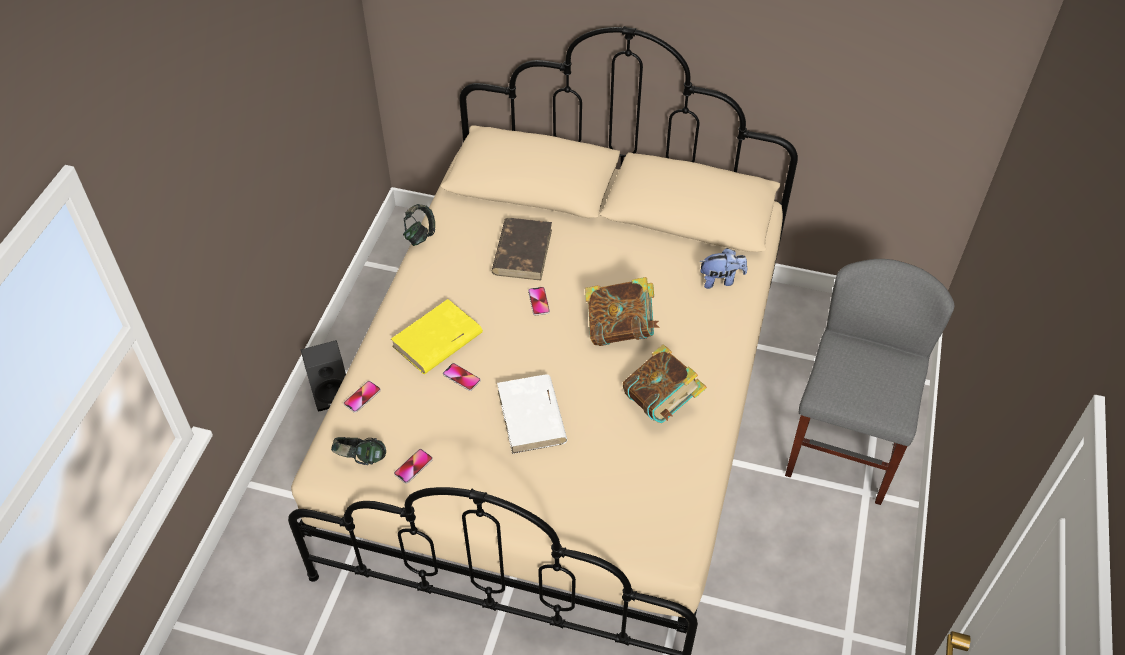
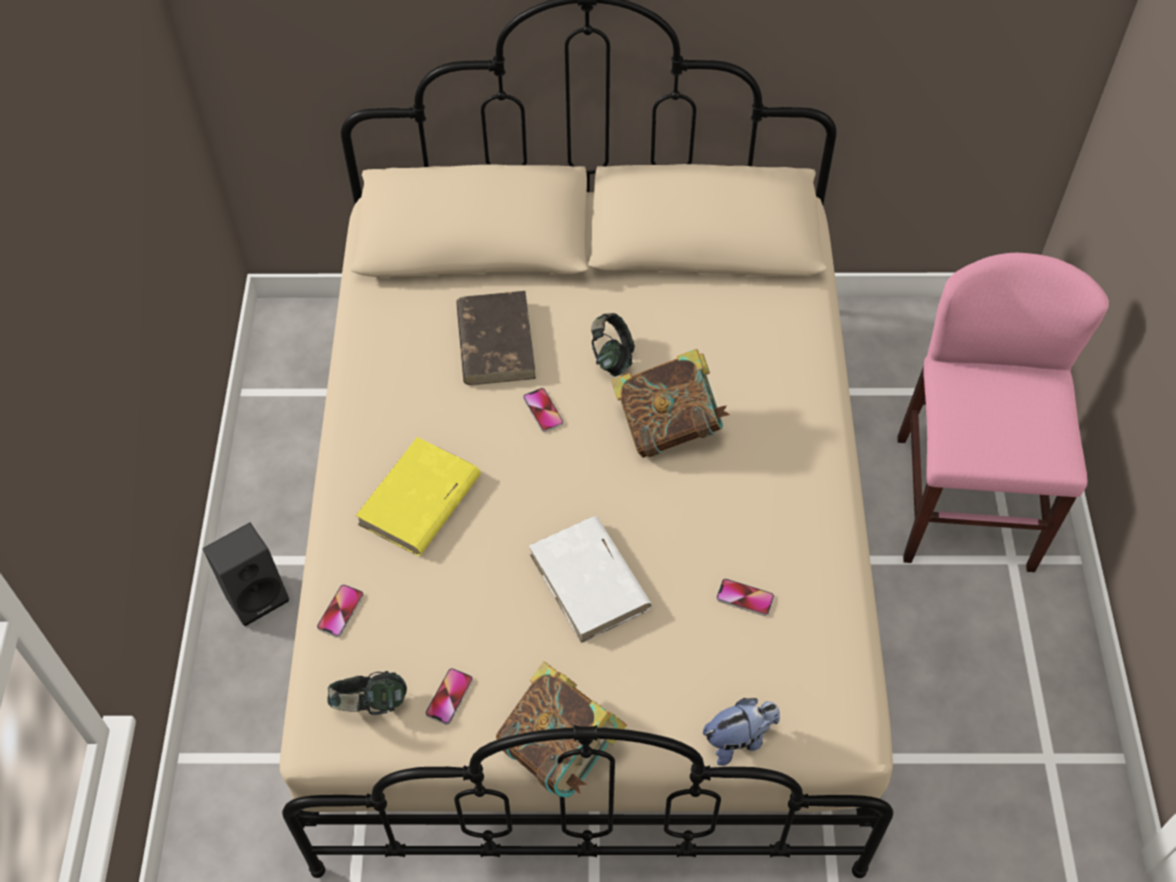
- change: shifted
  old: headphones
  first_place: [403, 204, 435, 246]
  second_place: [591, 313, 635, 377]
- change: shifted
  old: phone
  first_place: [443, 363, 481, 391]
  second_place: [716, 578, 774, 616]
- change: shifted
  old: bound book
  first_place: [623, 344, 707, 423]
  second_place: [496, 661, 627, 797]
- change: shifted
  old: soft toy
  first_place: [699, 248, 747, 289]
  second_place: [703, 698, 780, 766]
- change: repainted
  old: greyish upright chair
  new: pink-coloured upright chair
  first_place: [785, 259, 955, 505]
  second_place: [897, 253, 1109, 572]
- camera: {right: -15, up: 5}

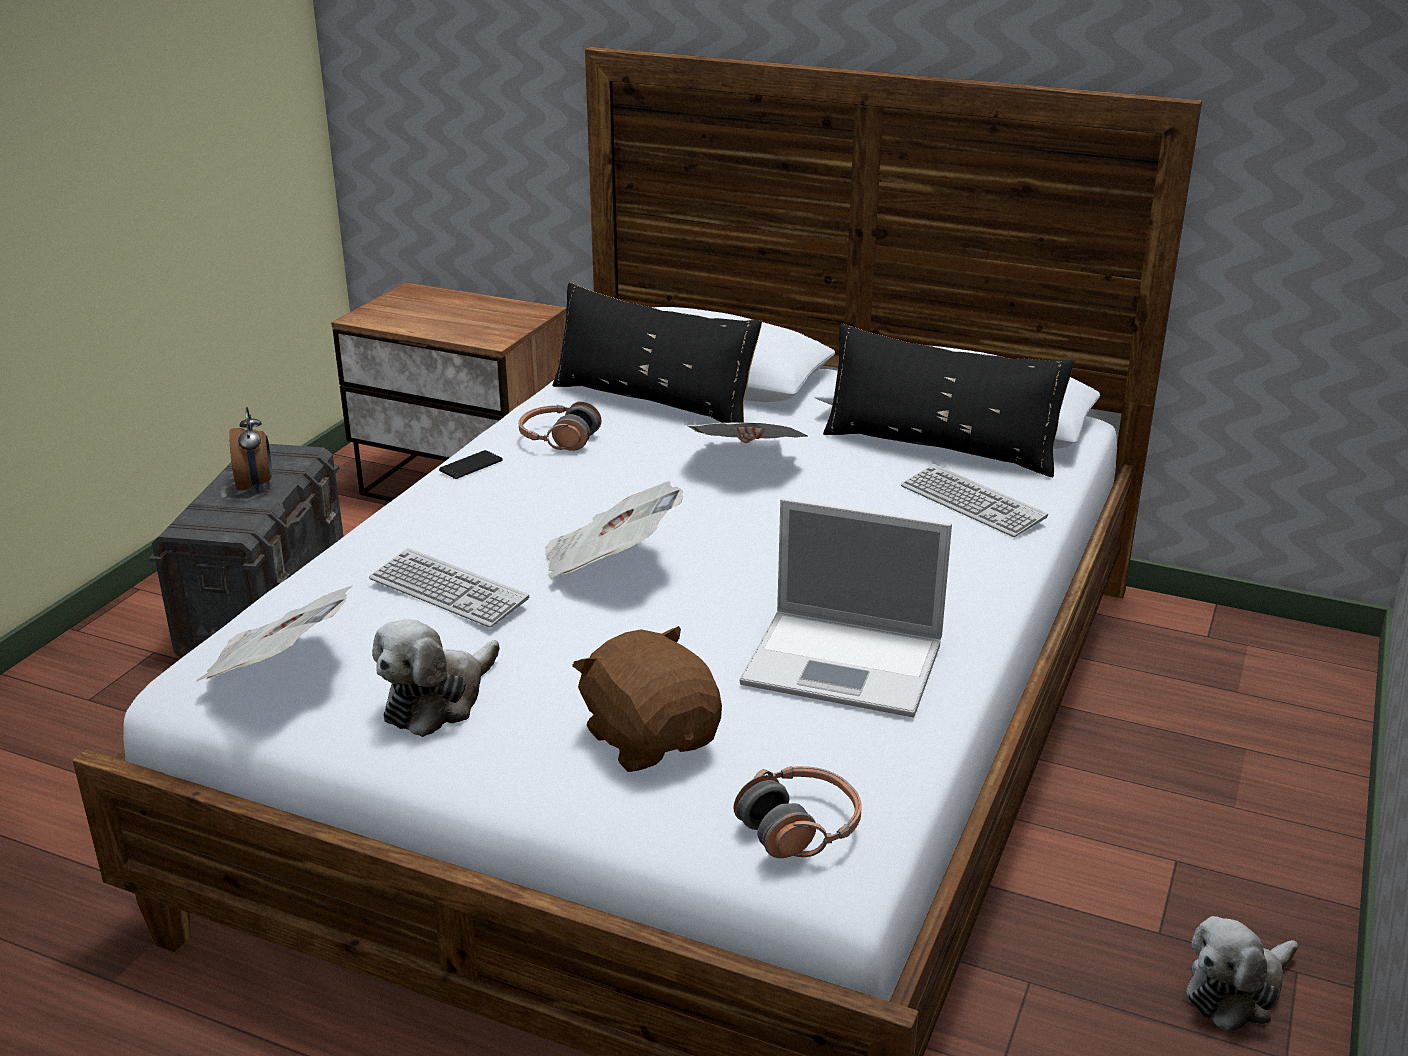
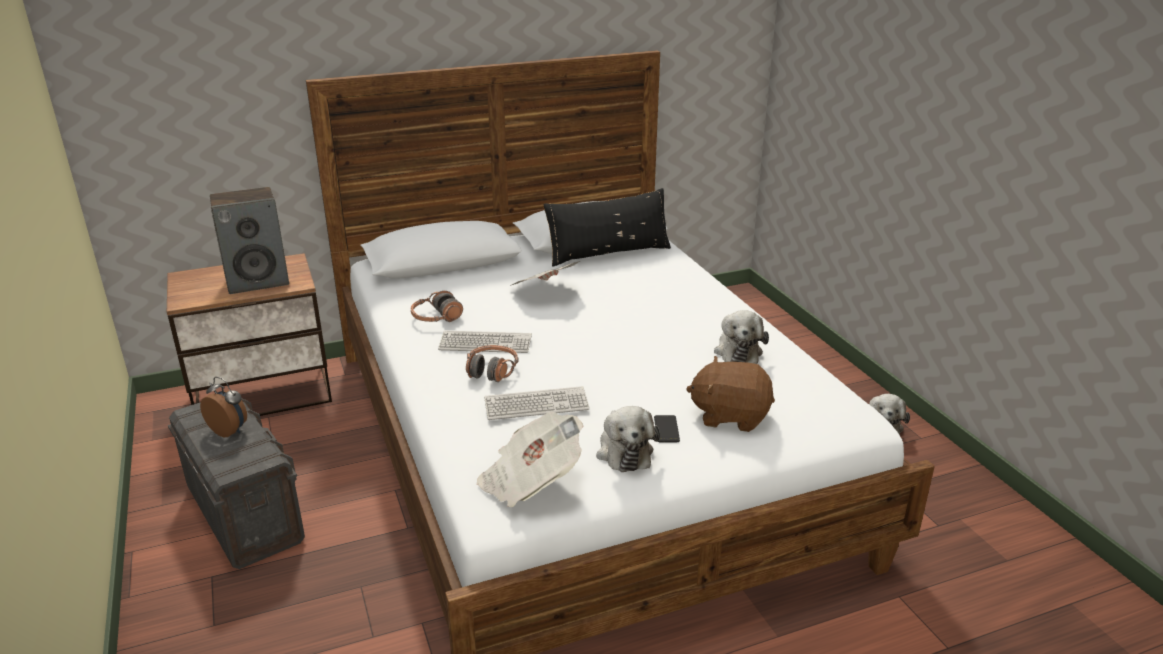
- change: shifted
  old: phone
  first_place: [439, 450, 503, 479]
  second_place: [654, 415, 680, 442]
- change: gone
  old: daily paper
  first_place: [545, 481, 683, 578]
- change: gone
  old: black cushion
  first_place: [552, 283, 762, 423]
- change: shifted
  old: headphones
  first_place: [733, 766, 862, 858]
  second_place: [466, 345, 519, 382]
- change: swapped
  old: portable computer
  new: soft toy
  first_place: [740, 498, 952, 718]
  second_place: [714, 310, 769, 364]
- change: shifted
  old: keyboard
  first_place: [901, 464, 1048, 537]
  second_place: [438, 331, 532, 353]
- change: new
  new: audio speaker
  second_place: [210, 187, 289, 294]
- camera: {right: -45, up: 0}

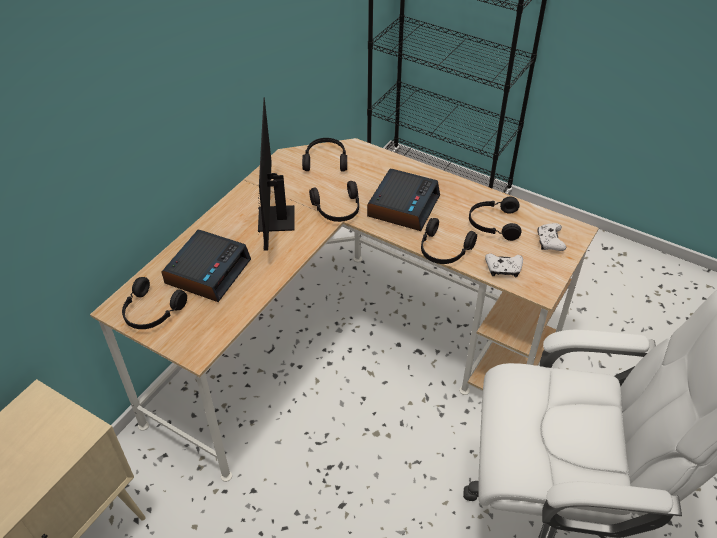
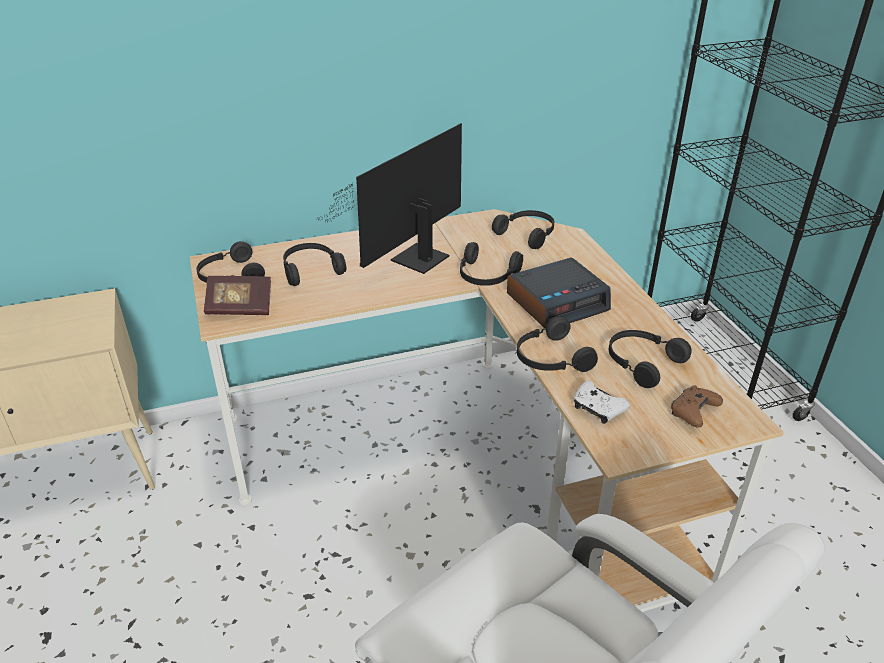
- change: swapped
  old: alarm clock
  new: black headphones
  first_place: [161, 230, 251, 302]
  second_place: [283, 243, 346, 286]
- change: repainted
  old: white-coloured joypad
  new: brown-coloured joypad
  first_place: [537, 223, 566, 251]
  second_place: [671, 385, 723, 428]
- change: new
  new: bound book
  second_place: [204, 276, 271, 315]
- camera: {right: 40, up: -10}

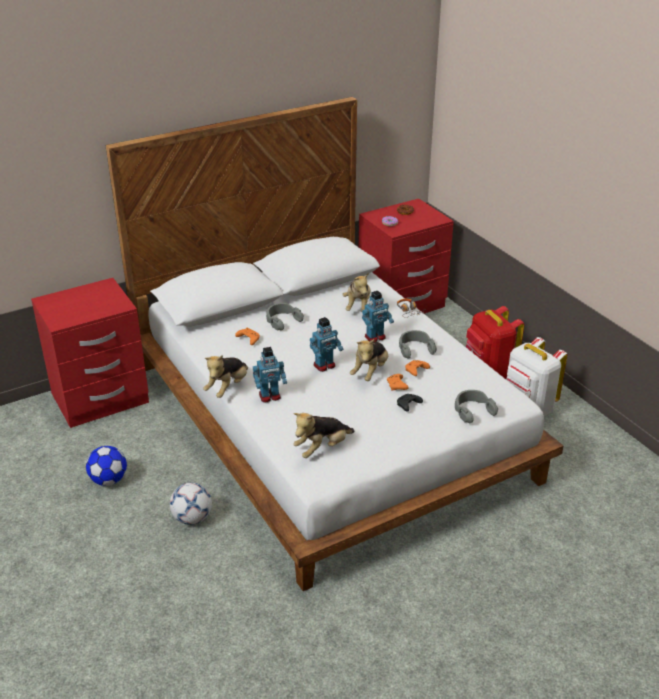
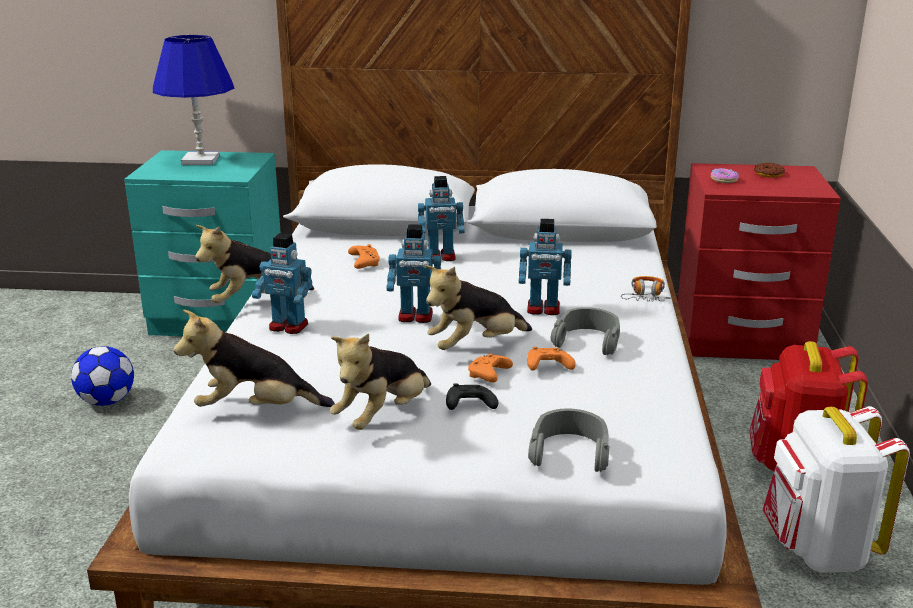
- change: repainted
  old: red-coloured bedside table
  new: turquoise bedside table
  first_place: [31, 278, 149, 428]
  second_place: [124, 150, 281, 336]
- change: gone
  old: football ball
  first_place: [170, 482, 212, 525]
- change: swapped
  old: greyish headphones
  new: toy robot
  first_place: [266, 303, 304, 330]
  second_place: [418, 176, 465, 261]
- change: shifted
  old: soft toy
  first_place: [343, 273, 371, 312]
  second_place: [330, 333, 431, 430]
- change: new
  new: blue-coloured tabletop lamp
  second_place: [153, 35, 234, 165]
- camera: {right: 35, up: -10}

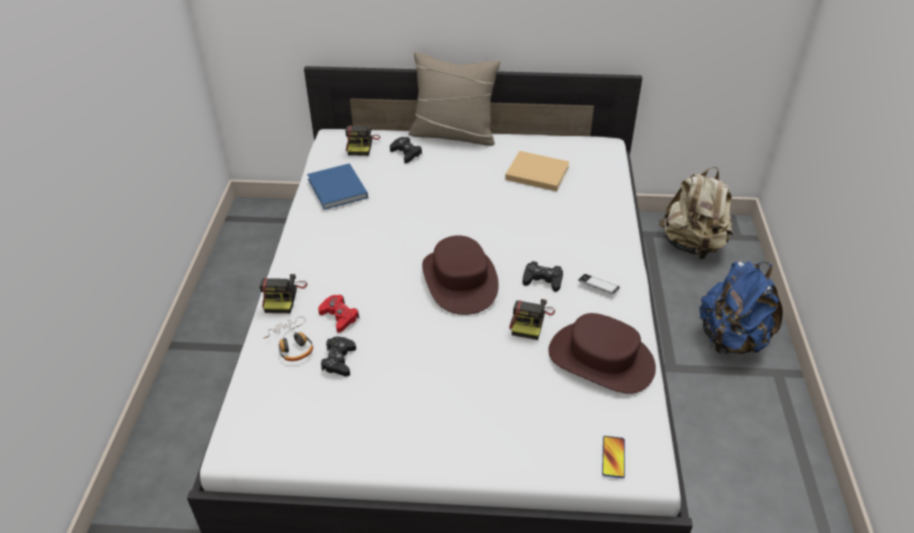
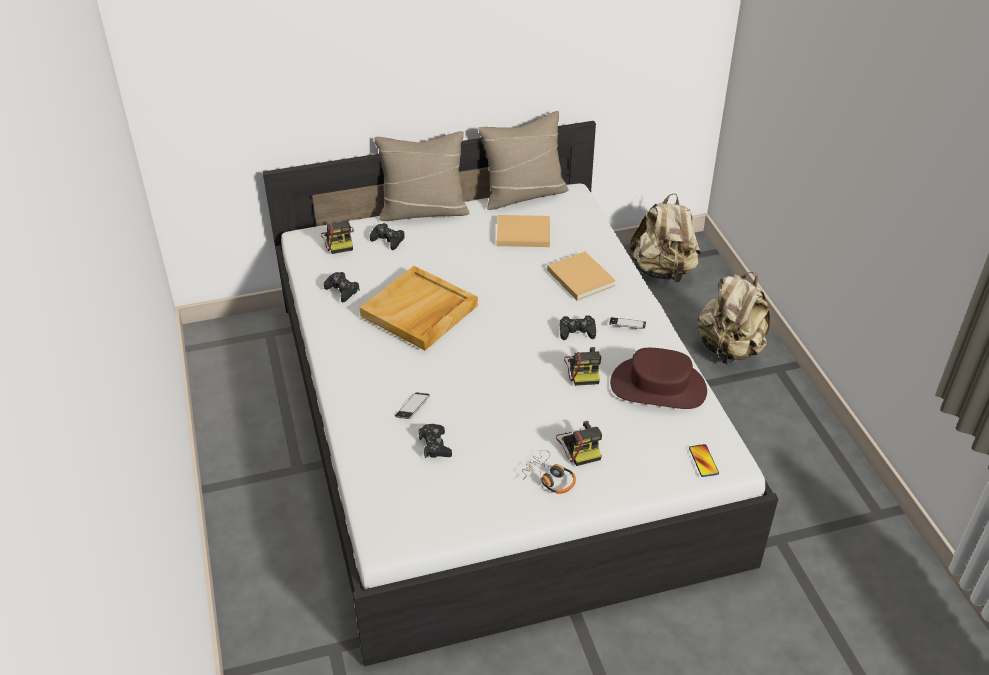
- change: shifted
  old: photo camera
  first_place: [260, 274, 307, 313]
  second_place: [556, 421, 602, 466]
- change: shifted
  old: headphones
  first_place: [263, 316, 313, 361]
  second_place: [522, 450, 576, 494]
- change: swapped
  old: blue-coloured bound book
  new: black joypad
  first_place: [307, 163, 368, 210]
  second_place: [324, 272, 360, 302]
- change: swapped
  old: red-coloured joypad
  new: phone
  first_place: [318, 295, 359, 333]
  second_place: [395, 392, 430, 419]
- change: gone
  old: brown-coloured hat
  first_place: [422, 235, 499, 315]
- change: repainted
  old: blue-coloured rucksack
  new: sand-coloured rucksack
  first_place: [700, 261, 783, 354]
  second_place: [697, 272, 770, 364]
- change: new
  new: sand-coloured tray
  second_place: [360, 266, 478, 351]
- change: new
  new: sand-coloured cushion
  second_place: [478, 111, 569, 210]
- change: new
  new: sand-coloured bound book
  second_place: [547, 251, 616, 301]
- camera: {right: -20, up: 0}

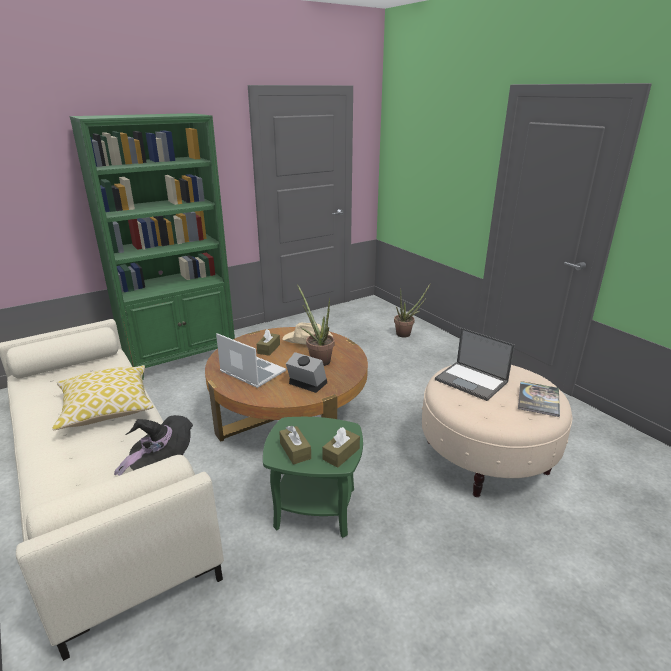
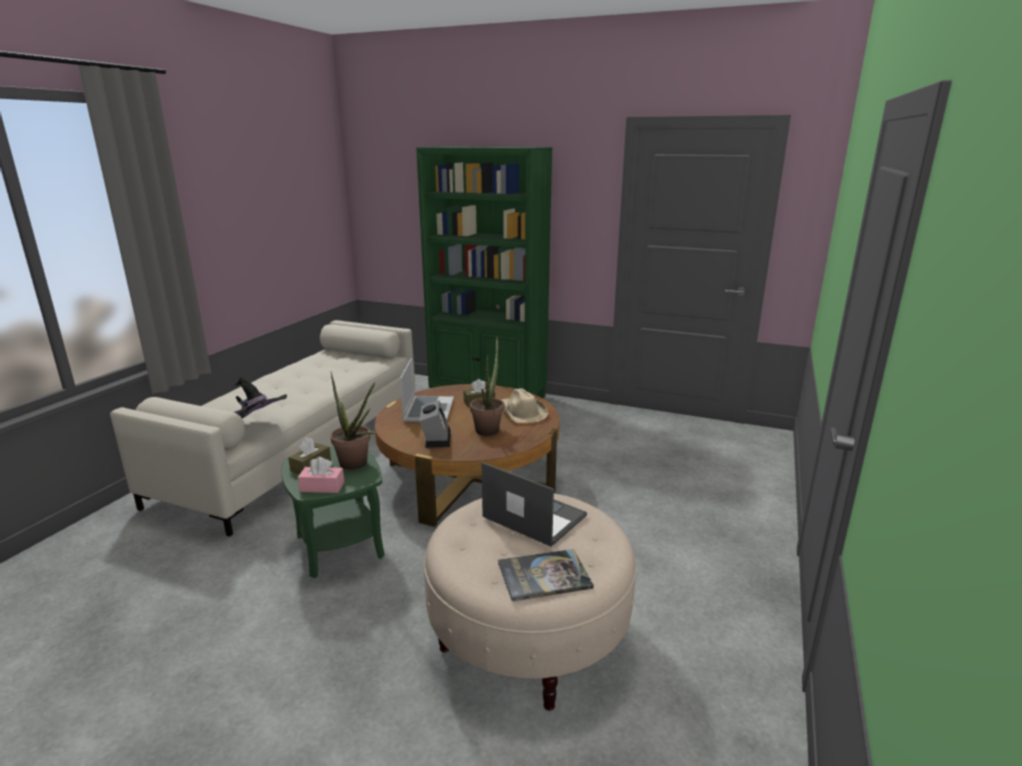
- change: gone
  old: cushion
  first_place: [52, 365, 154, 430]
- change: repainted
  old: brown-coloured tissue holder
  new: pink-coloured tissue holder
  first_place: [322, 427, 360, 468]
  second_place: [298, 457, 344, 493]
- change: shifted
  old: houseplant
  first_place: [394, 283, 431, 337]
  second_place: [330, 372, 377, 470]
- change: rotated
  old: portable computer
  first_place: [435, 328, 515, 401]
  second_place: [482, 462, 587, 547]
  degrees: 120
- camera: {right: 55, up: -5}

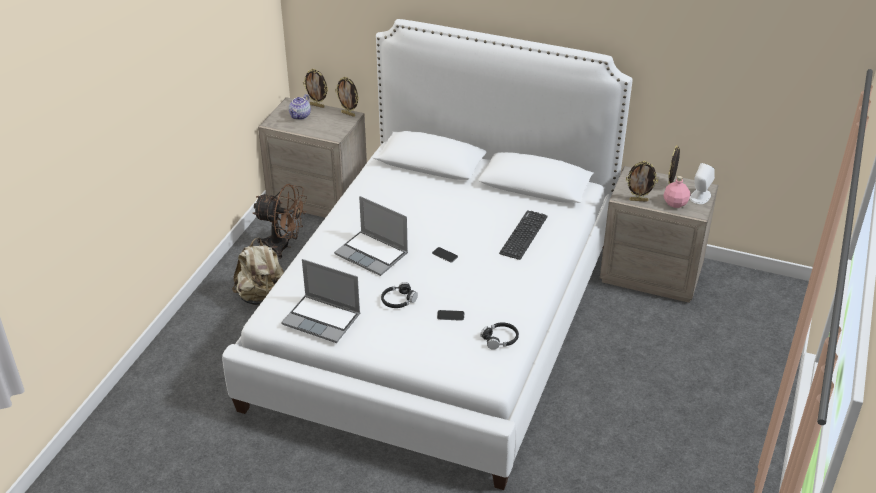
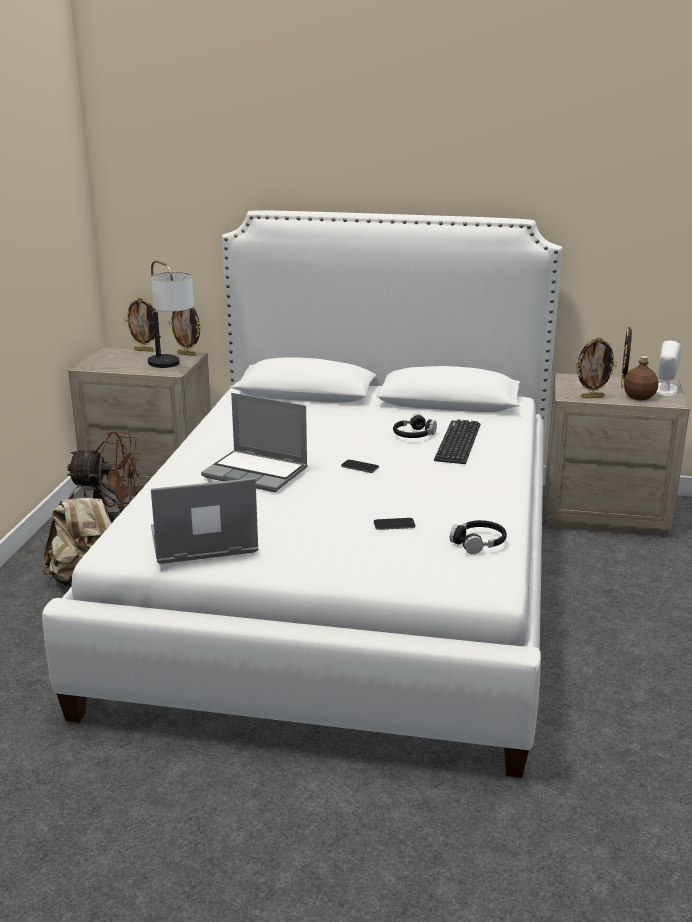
- change: rotated
  old: portable computer
  first_place: [281, 259, 360, 343]
  second_place: [151, 478, 259, 564]
  degrees: 150
- change: gone
  old: tea pot
  first_place: [289, 94, 311, 120]
- change: shifted
  old: black headphones
  first_place: [381, 282, 418, 308]
  second_place: [393, 414, 437, 438]
- change: repainted
  old: pink-coloured beverage bottle
  new: brown-coloured beverage bottle
  first_place: [663, 176, 690, 208]
  second_place: [624, 356, 658, 400]
- change: new
  new: tabletop lamp
  second_place: [148, 260, 194, 368]
- camera: {right: -10, up: -15}

